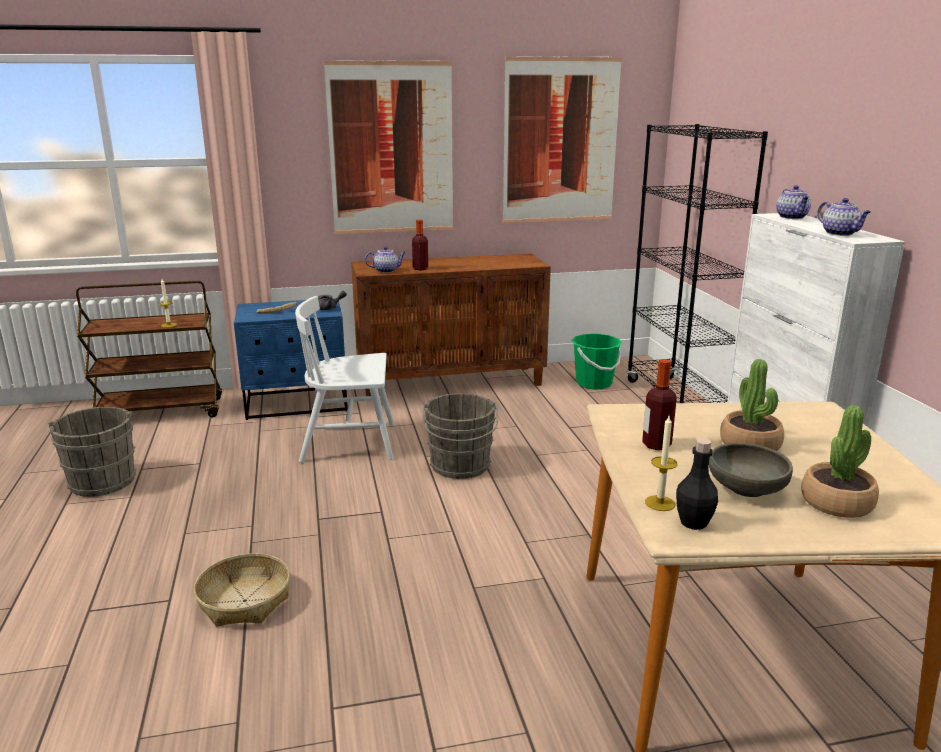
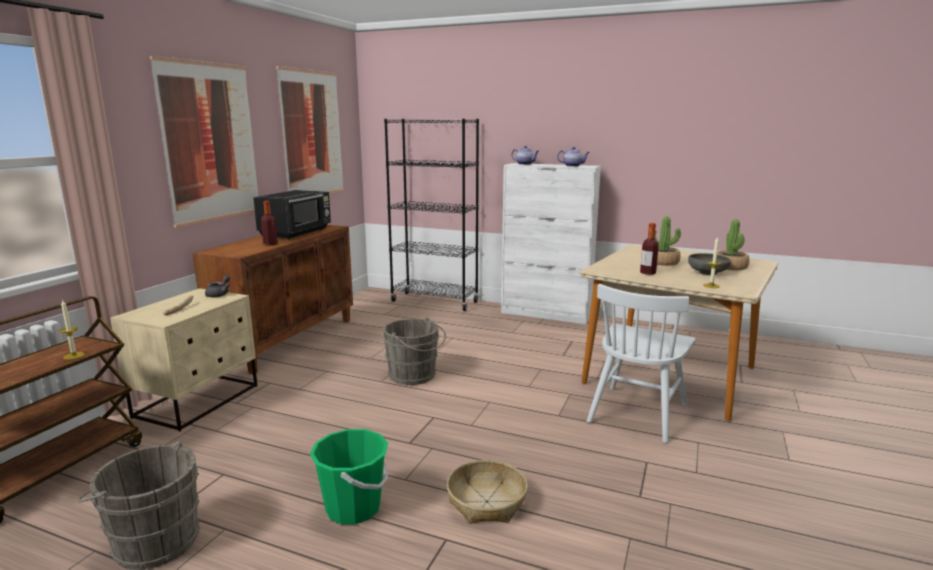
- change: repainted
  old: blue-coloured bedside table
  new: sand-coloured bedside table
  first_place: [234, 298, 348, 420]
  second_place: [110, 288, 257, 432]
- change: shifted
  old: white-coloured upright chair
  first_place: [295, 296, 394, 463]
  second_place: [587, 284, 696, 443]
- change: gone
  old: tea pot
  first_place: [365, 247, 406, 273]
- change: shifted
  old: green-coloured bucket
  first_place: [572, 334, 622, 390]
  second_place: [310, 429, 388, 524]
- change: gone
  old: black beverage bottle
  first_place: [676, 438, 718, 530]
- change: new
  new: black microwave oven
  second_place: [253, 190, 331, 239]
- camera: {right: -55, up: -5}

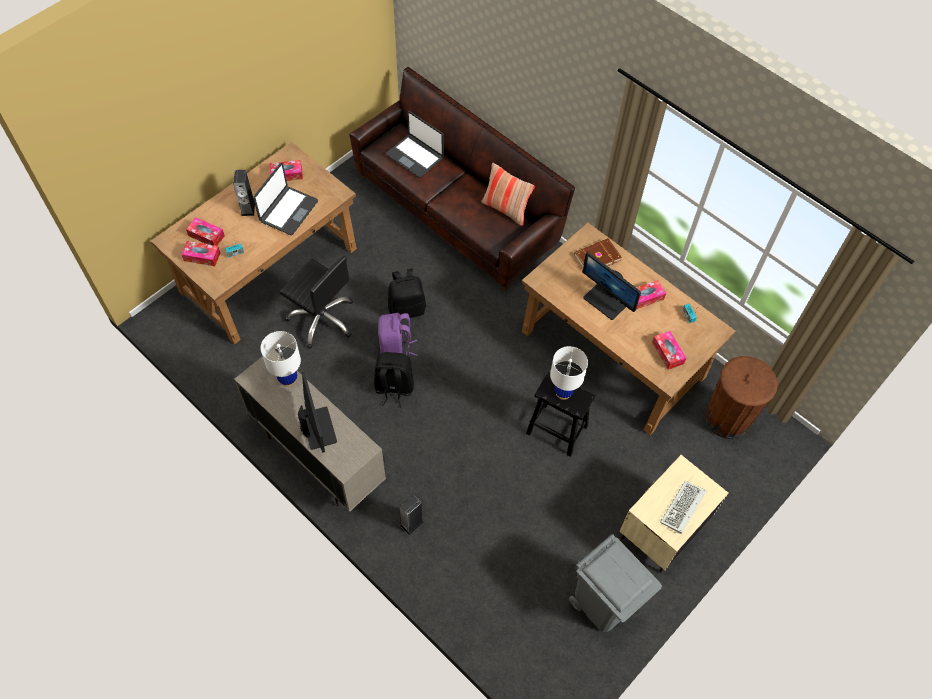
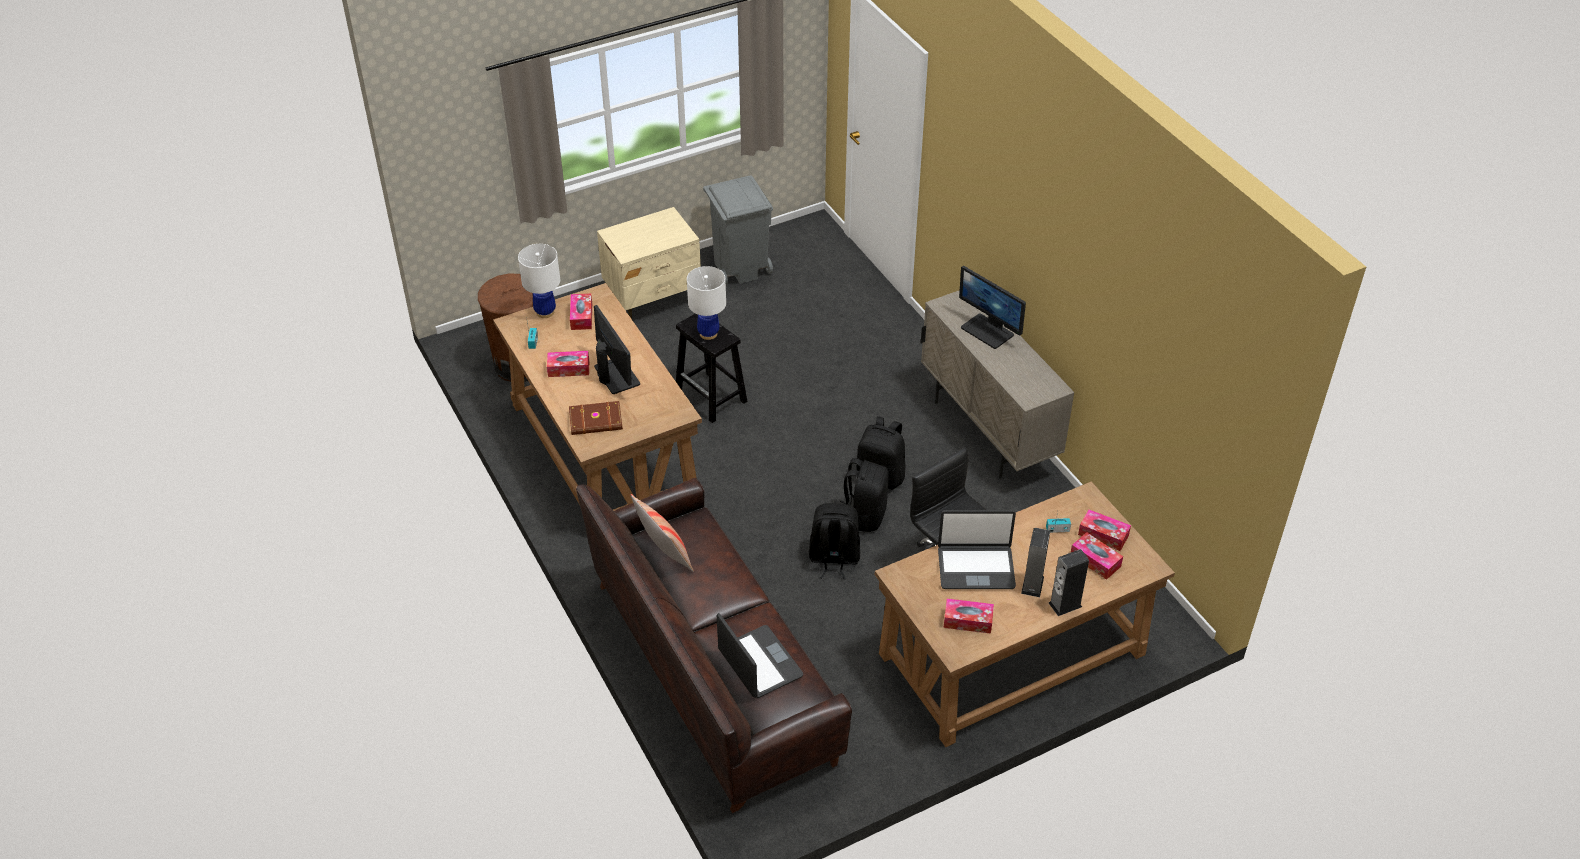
- change: rotated
  old: portable computer
  first_place: [253, 163, 318, 235]
  second_place: [938, 510, 1016, 589]
  degrees: -135
- change: shifted
  old: white-coloured tabletop lamp
  first_place: [261, 331, 301, 387]
  second_place: [518, 244, 560, 318]
- change: rotated
  old: computer screen
  first_place: [298, 371, 337, 453]
  second_place: [959, 266, 1026, 349]
  degrees: -45
- change: repainted
  old: purple rucksack
  new: black rucksack
  first_place: [378, 313, 418, 356]
  second_place: [840, 458, 889, 532]
- change: shifted
  old: audio speaker
  first_place: [399, 495, 424, 535]
  second_place: [1049, 549, 1089, 616]
- change: gone
  old: keyboard
  first_place: [660, 481, 706, 534]
- camera: {right: -160, up: -15}

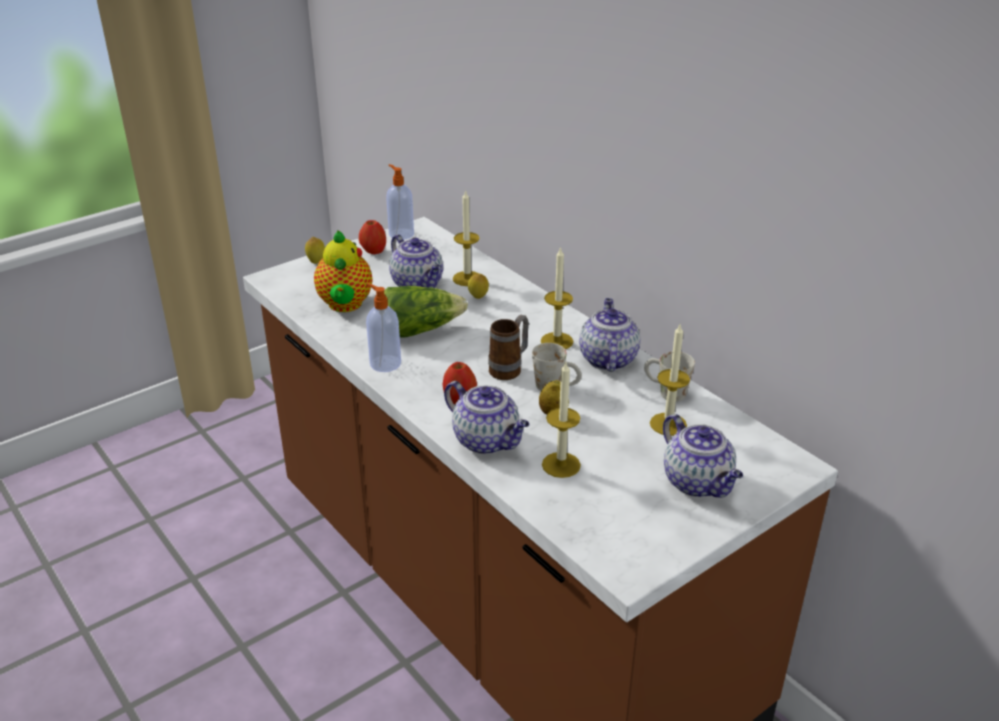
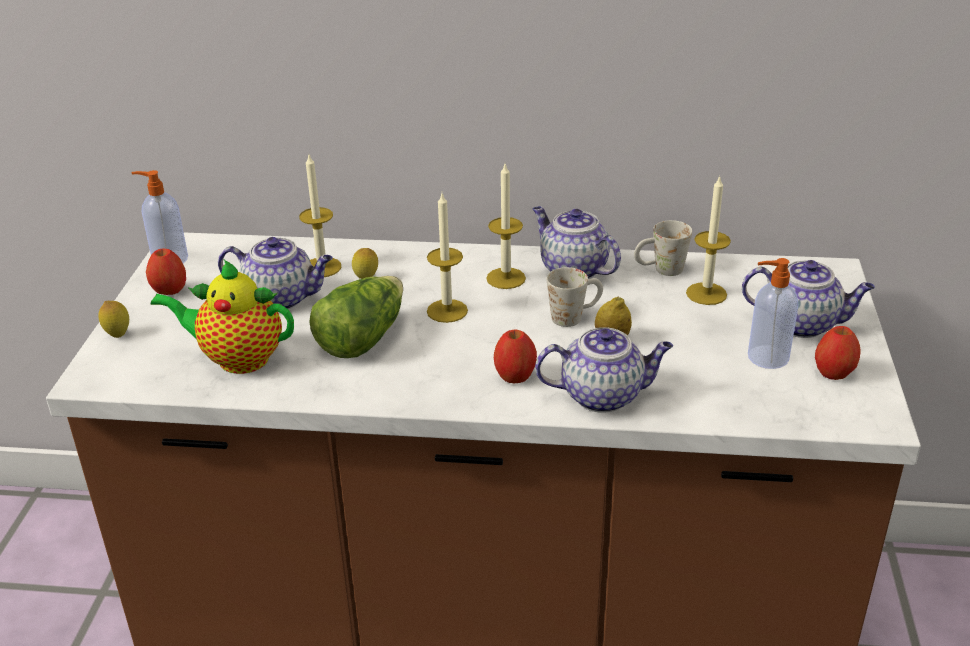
- change: rotated
  old: tea pot
  first_place: [314, 231, 372, 312]
  second_place: [151, 260, 294, 374]
  degrees: 150
- change: shifted
  old: liquid soap bottle
  first_place: [366, 283, 401, 372]
  second_place: [748, 258, 798, 369]
- change: gone
  old: mug
  first_place: [488, 315, 529, 380]
- change: shifted
  old: candle
  first_place: [542, 362, 581, 478]
  second_place: [427, 193, 468, 323]
- change: new
  new: apple fruit
  second_place: [815, 326, 861, 380]
- camera: {right: -45, up: 0}

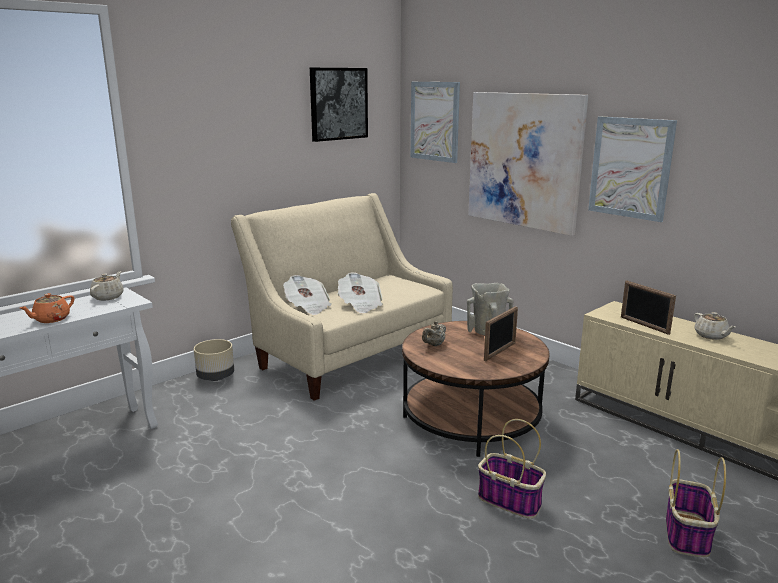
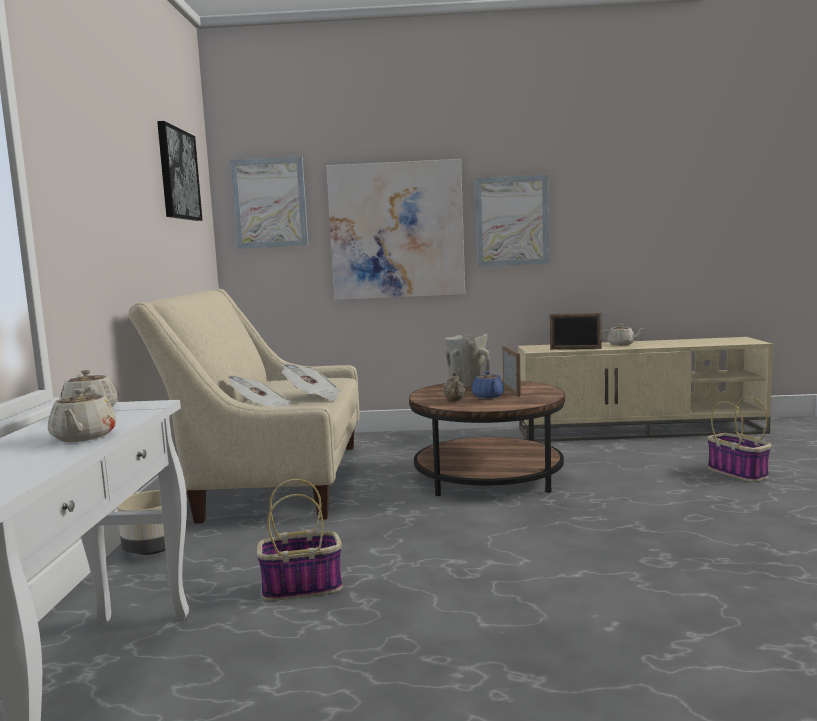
- change: repainted
  old: orangey tea pot
  new: sand-coloured tea pot
  first_place: [20, 293, 74, 323]
  second_place: [48, 388, 116, 442]
- change: shifted
  old: storage basket
  first_place: [478, 419, 546, 519]
  second_place: [257, 479, 342, 601]
- change: new
  new: blue-coloured tea pot
  second_place: [472, 371, 504, 399]
- camera: {right: -45, up: -10}

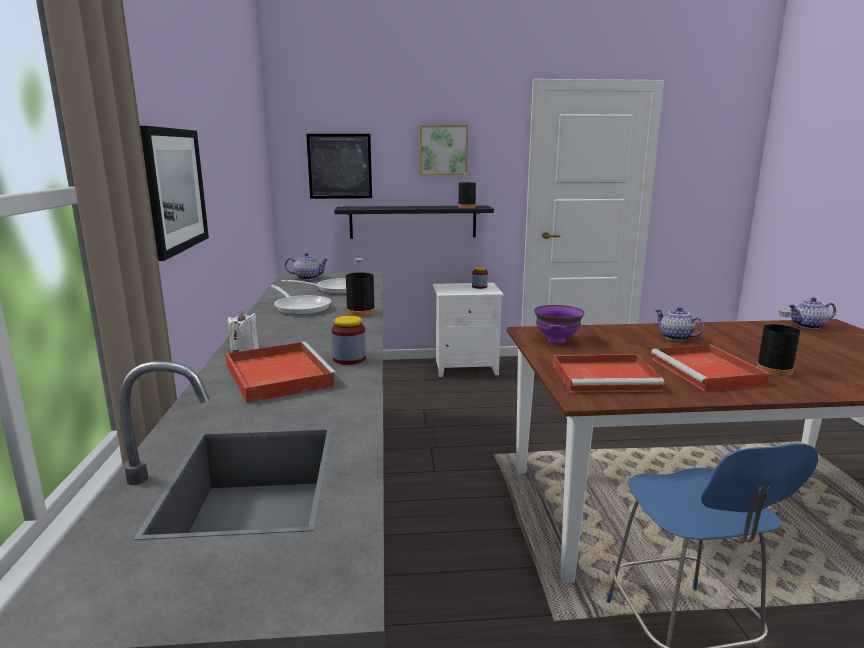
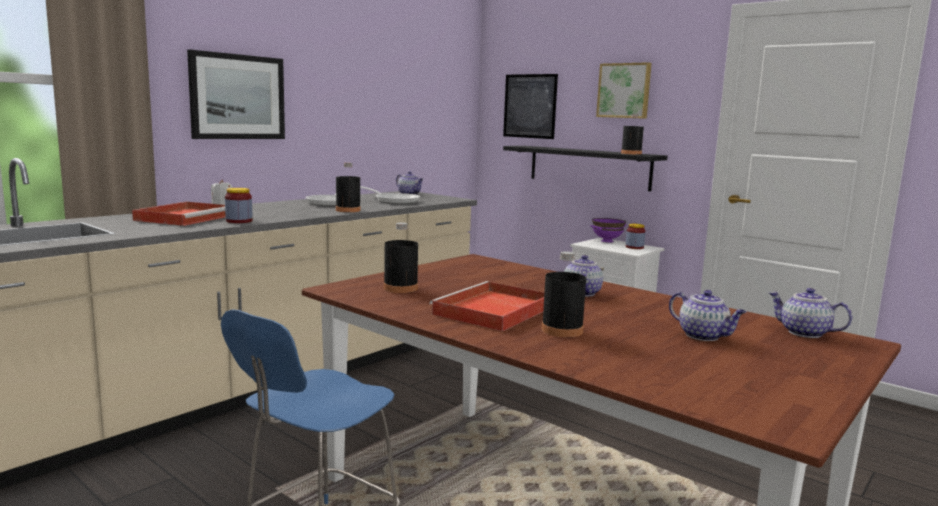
- change: shifted
  old: purple deep dish
  first_place: [534, 305, 584, 343]
  second_place: [590, 218, 626, 243]
- change: swapped
  old: red-coloured tray
  new: black beverage bottle
  first_place: [553, 354, 664, 393]
  second_place: [384, 223, 418, 293]
- change: new
  new: tea pot
  second_place: [669, 290, 746, 341]
- camera: {right: 45, up: -5}

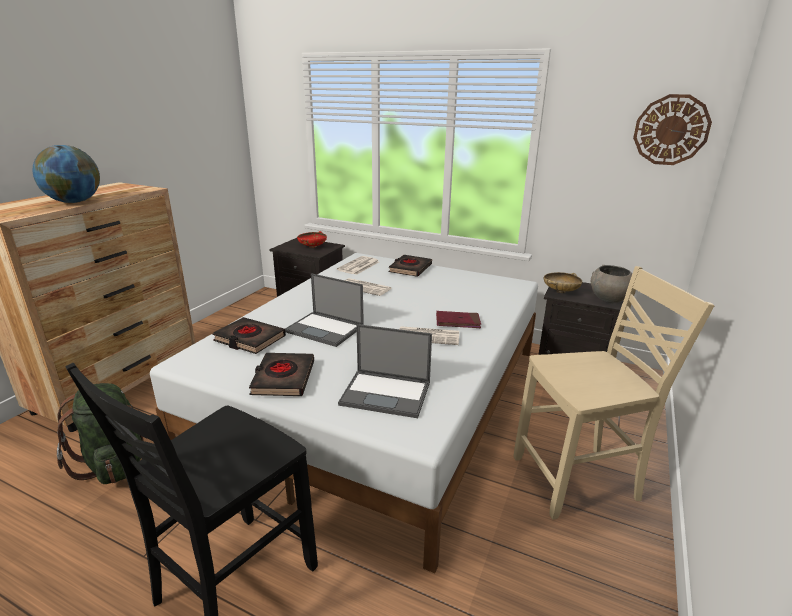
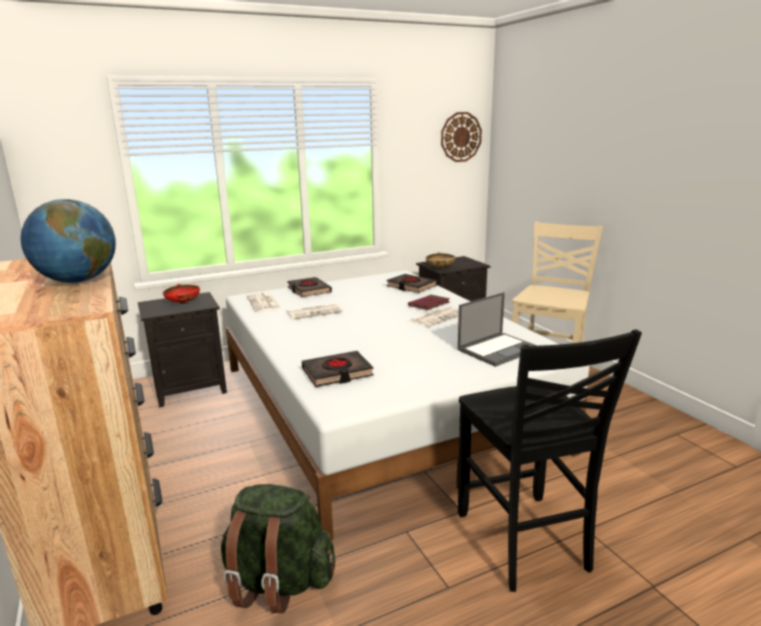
- change: shifted
  old: black bound book
  first_place: [249, 353, 314, 396]
  second_place: [387, 274, 437, 293]
- change: gone
  old: portable computer
  first_place: [285, 273, 364, 347]
- change: gone
  old: greyish deep dish
  first_place: [591, 265, 632, 303]
- camera: {right: -50, up: -5}

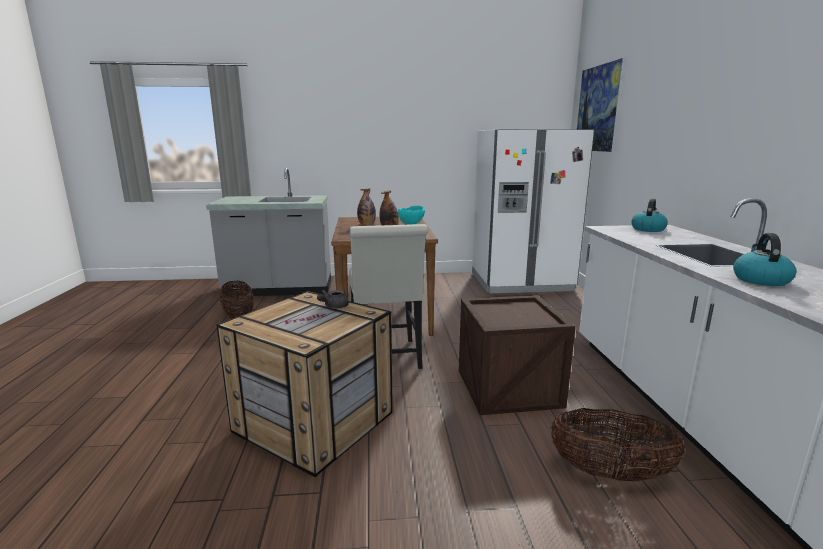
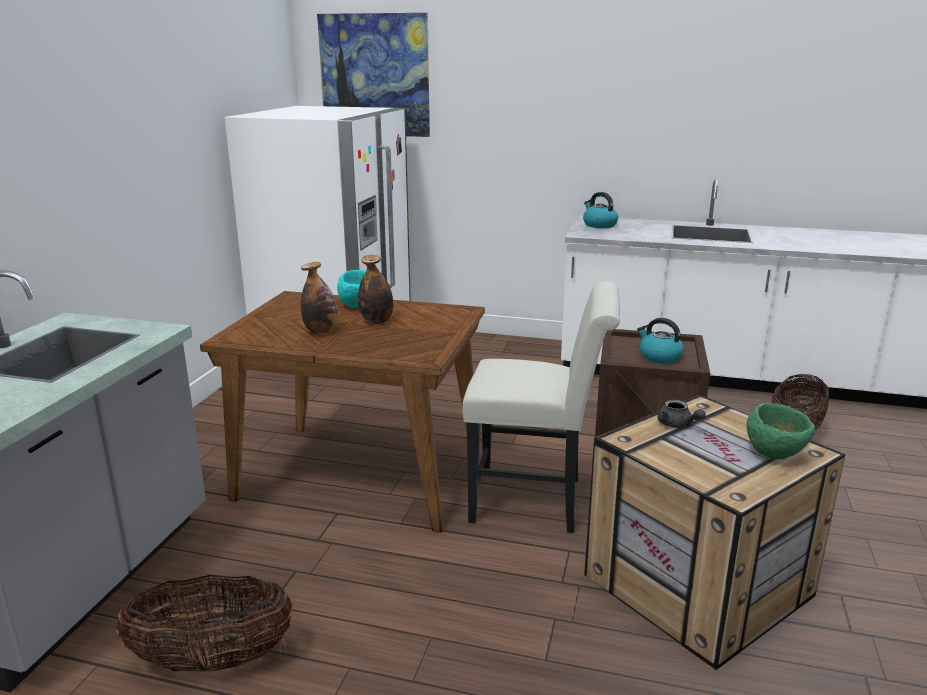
- change: shifted
  old: water kettle
  first_place: [733, 233, 797, 286]
  second_place: [637, 318, 684, 363]
- change: new
  new: green-coloured deep dish
  second_place: [747, 403, 815, 459]
- camera: {right: -70, up: 5}

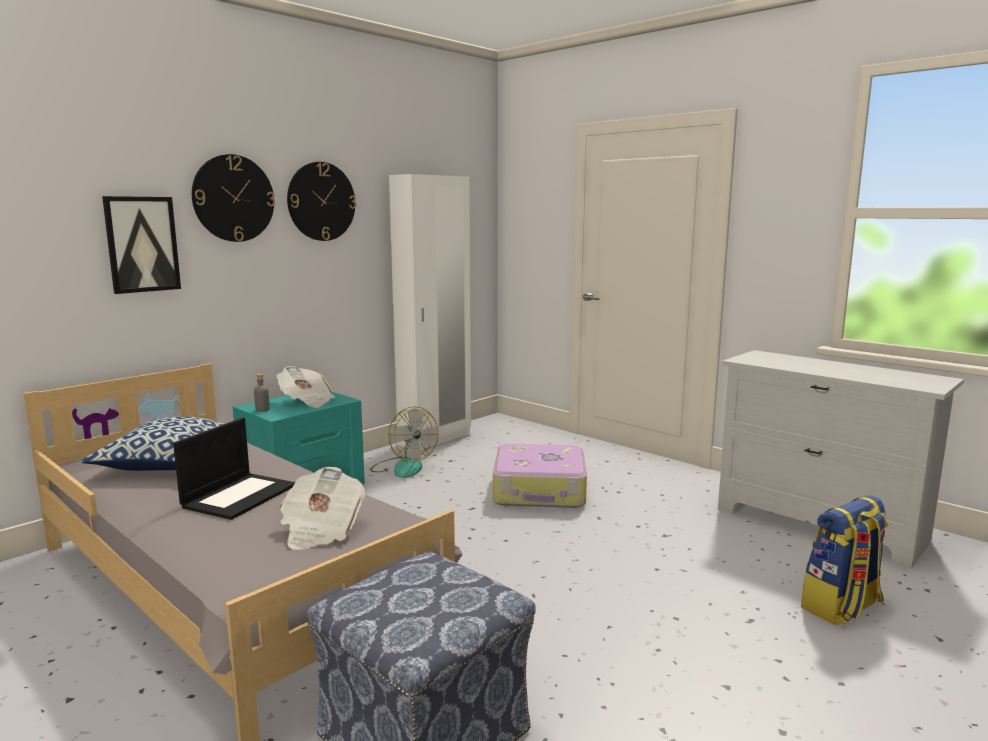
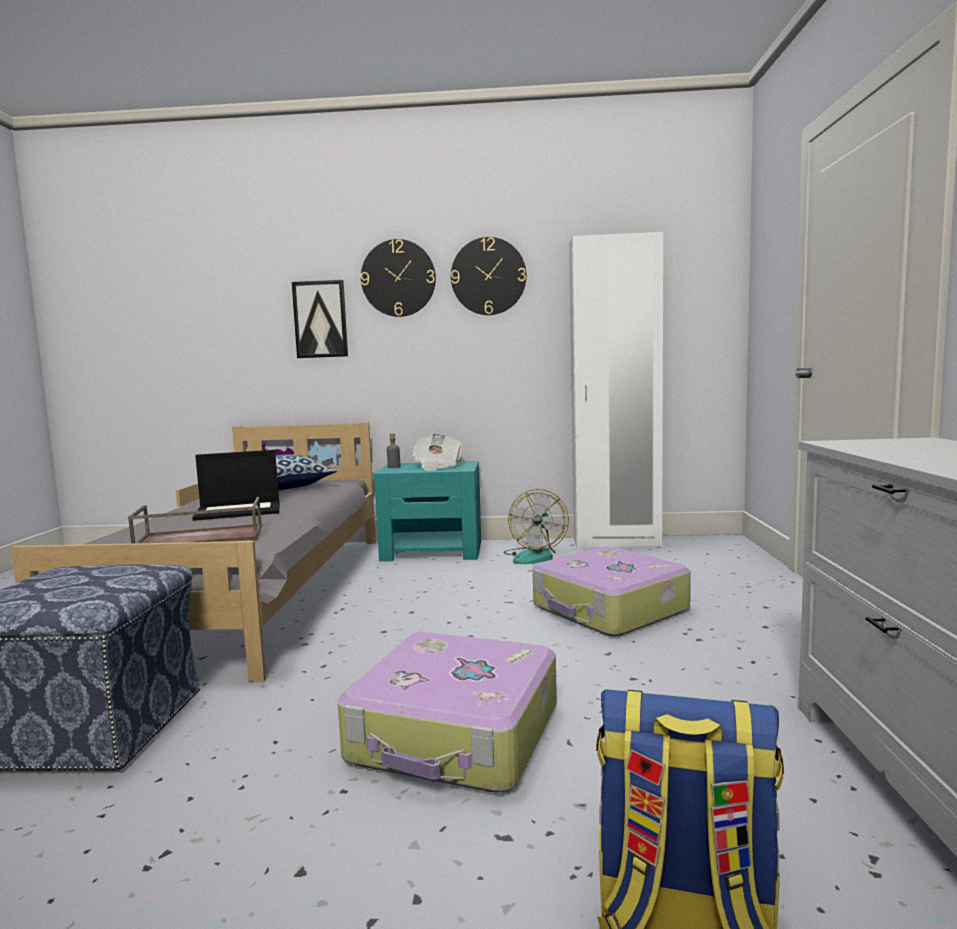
- change: swapped
  old: daily paper
  new: brown-coloured tray
  first_place: [280, 467, 365, 550]
  second_place: [128, 497, 262, 543]
- change: new
  new: piece of luggage
  second_place: [338, 632, 557, 793]
- camera: {right: 50, up: -5}

